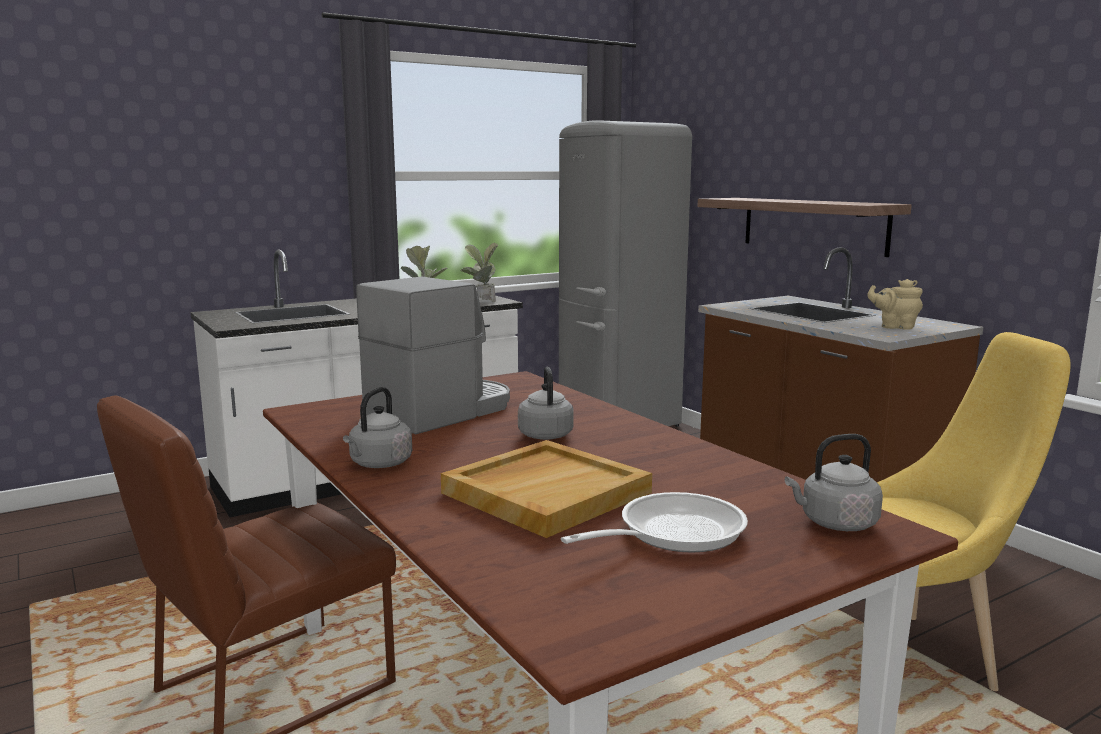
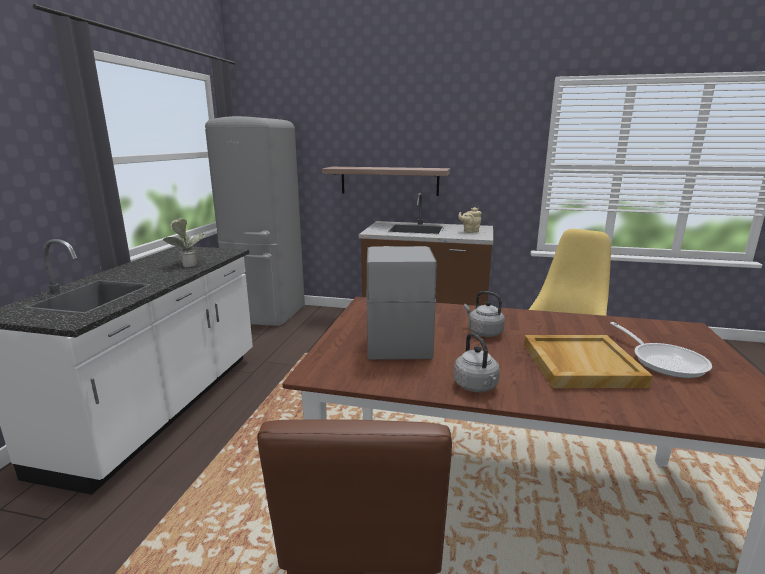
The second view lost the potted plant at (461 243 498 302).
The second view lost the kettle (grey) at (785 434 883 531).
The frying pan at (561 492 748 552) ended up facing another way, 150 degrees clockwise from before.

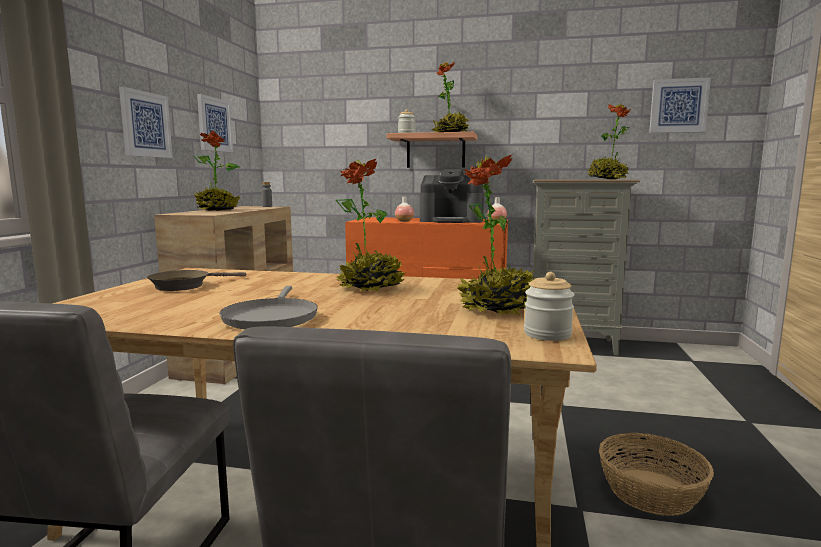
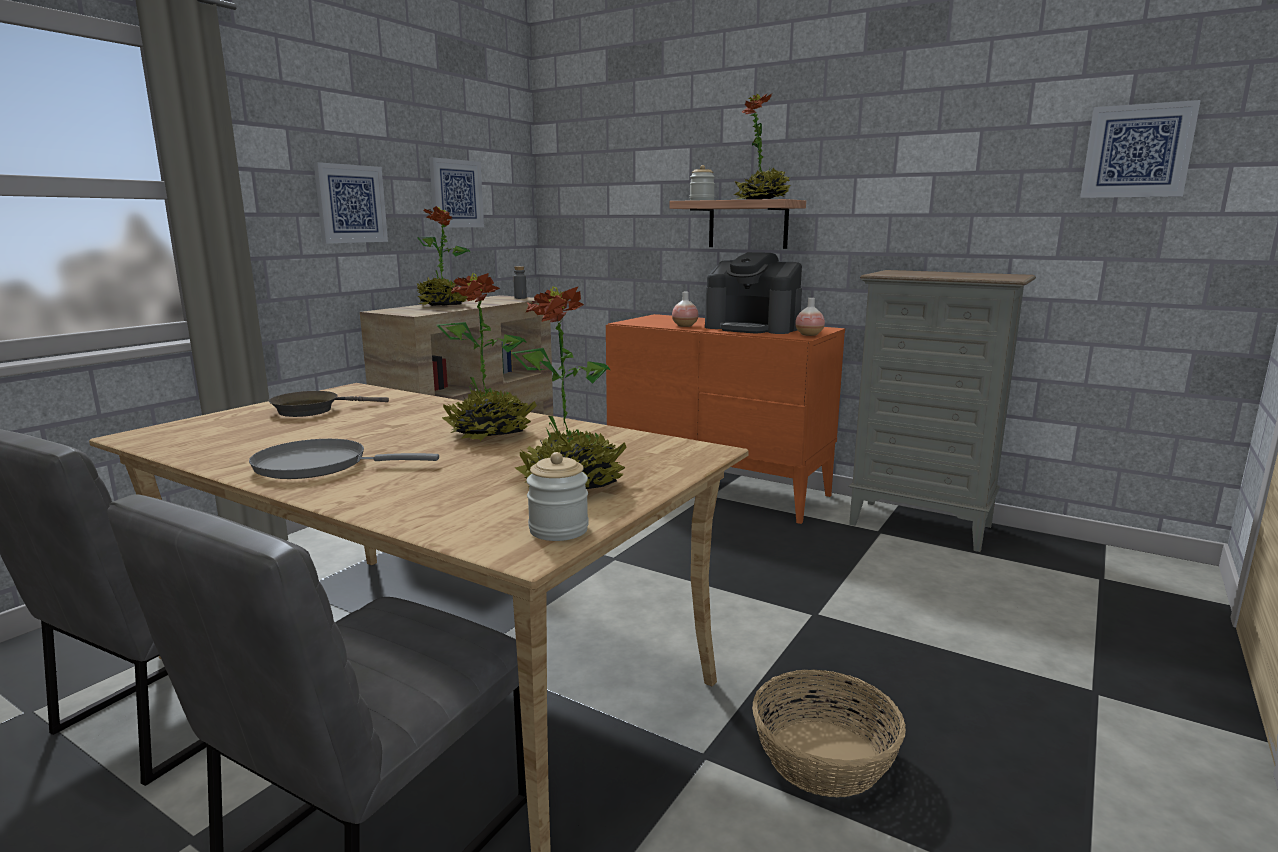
The second view lost the potted plant at (588 103 631 179).
The frying pan (grey) at (219 286 318 329) ended up facing another way, 75 degrees clockwise from before.

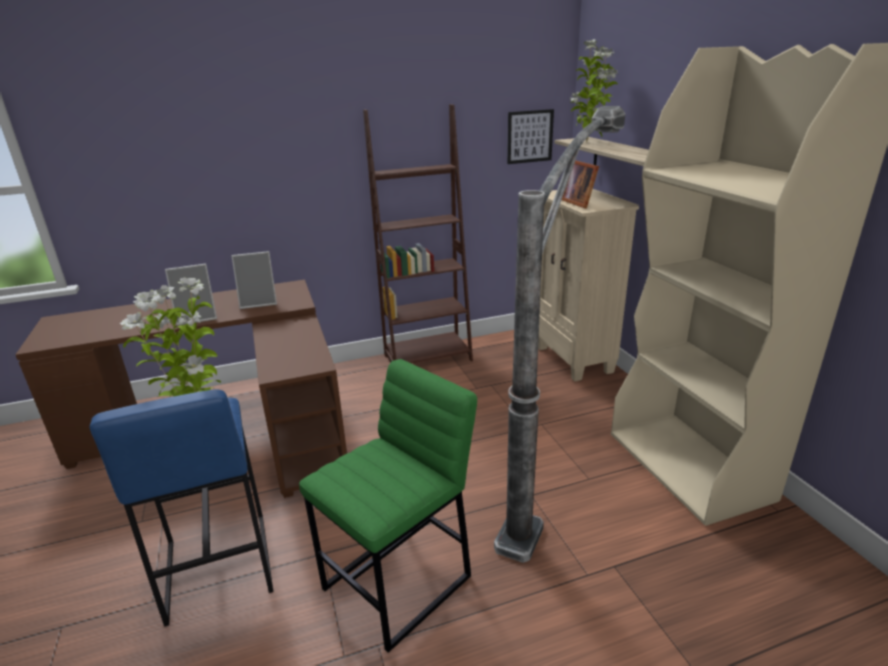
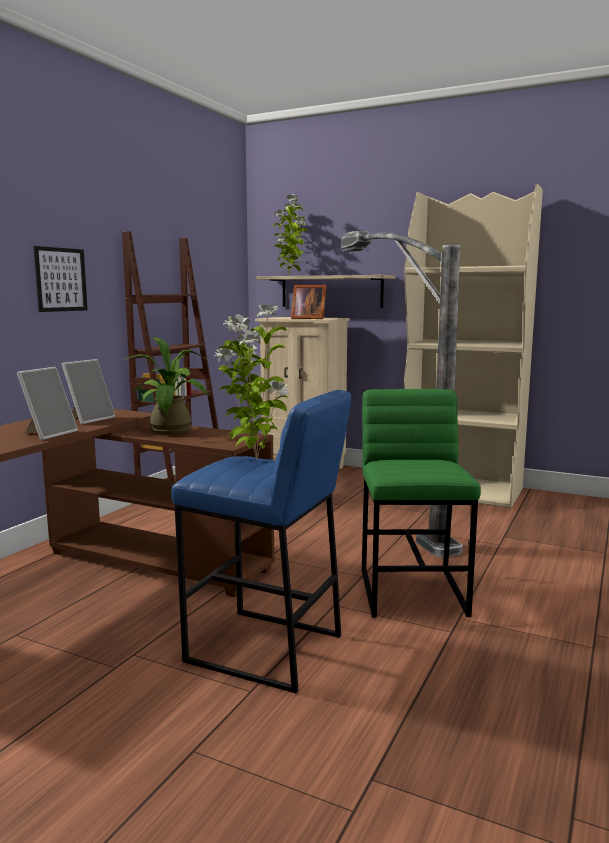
The second view gained the potted plant at (123 337 207 435).
The picture ended up elsewhere, having gone from (507 109 554 164) to (33 246 88 312).

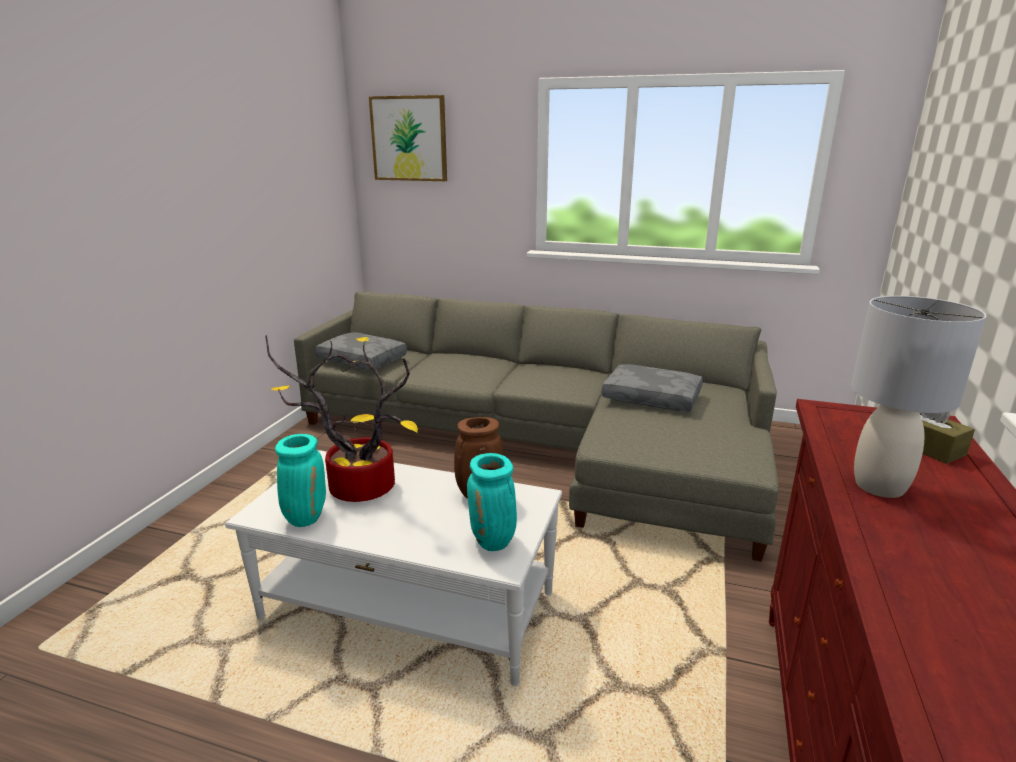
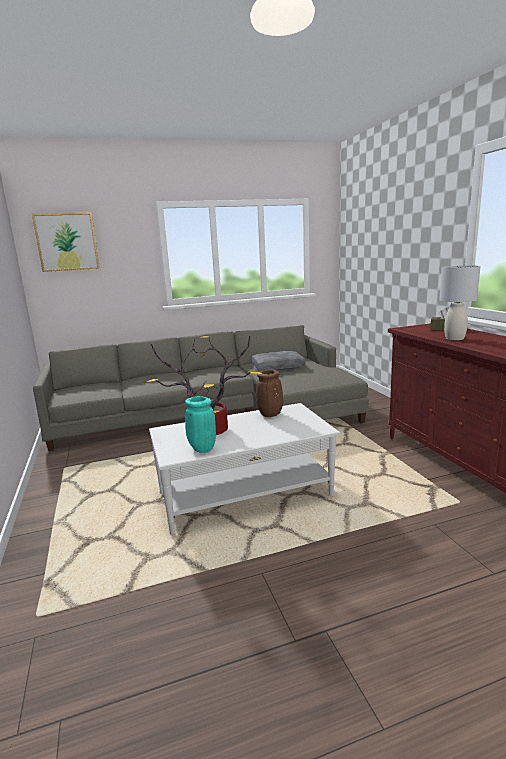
The second view lost the pillow (grey) at (315 332 407 370).
The second view lost the vase (turquoise) at (467 453 517 551).

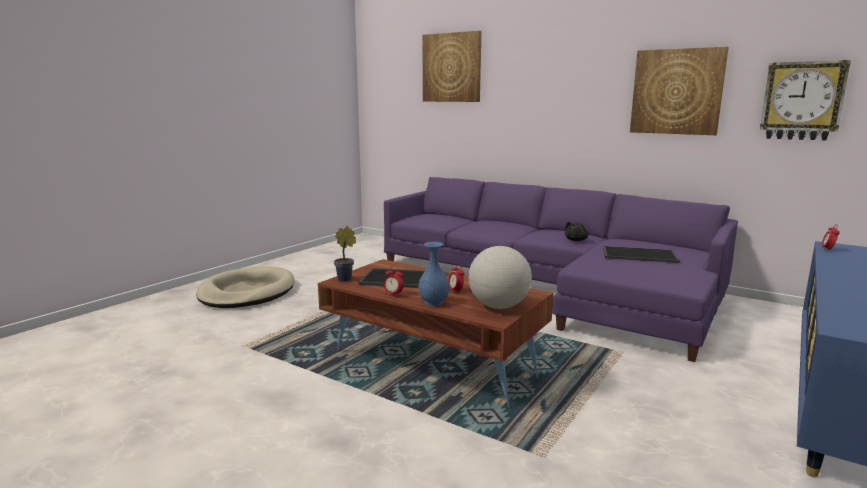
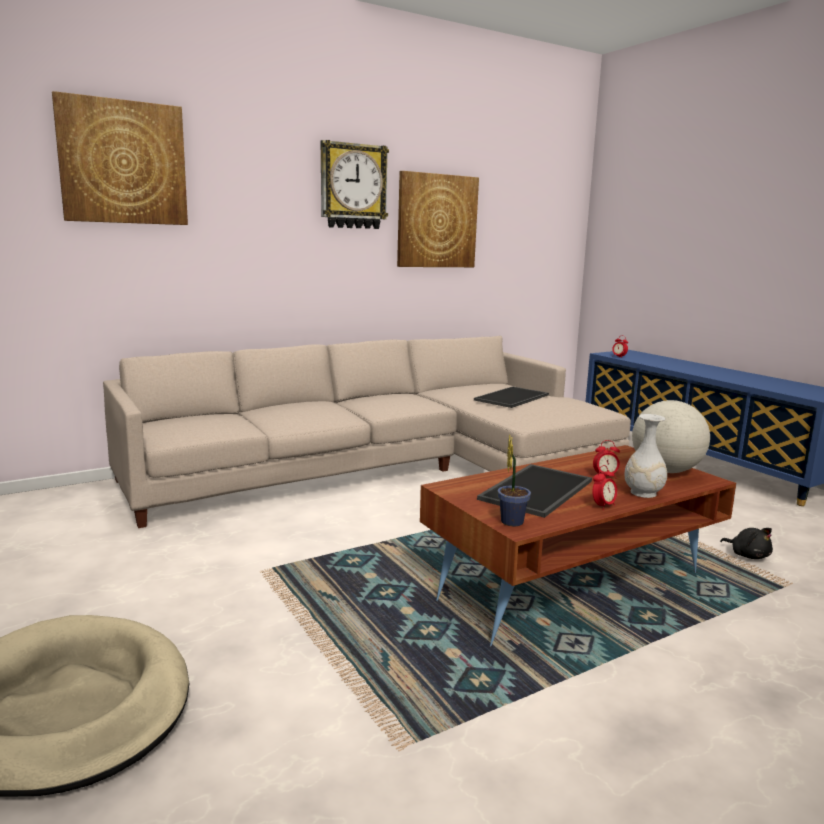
The plush toy (black) ended up elsewhere, having gone from (565 221 589 241) to (720 528 773 559).
The wall clock ended up elsewhere, having gone from (760 60 851 141) to (321 140 389 229).
What was the sofa (purple) at (384 177 738 362) turned into the sofa (beige) at (103 336 631 528).
What was the vase (blue) at (418 242 449 306) turned into the vase (white) at (624 414 667 498).

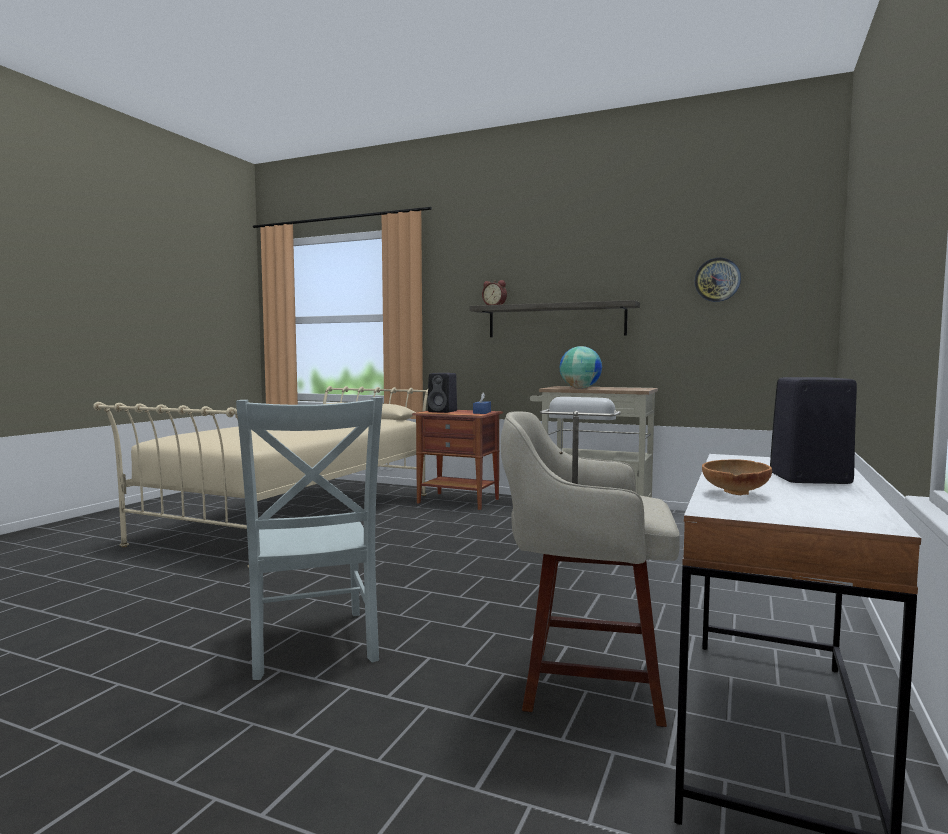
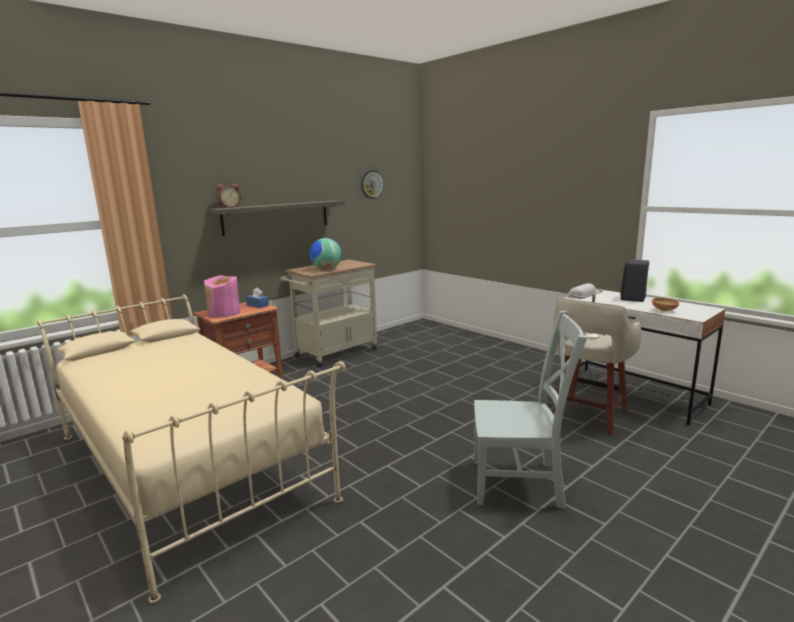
Where the speaker (black) stood at (428 373 457 413), the vase (pink) came to stand at (204 275 240 318).

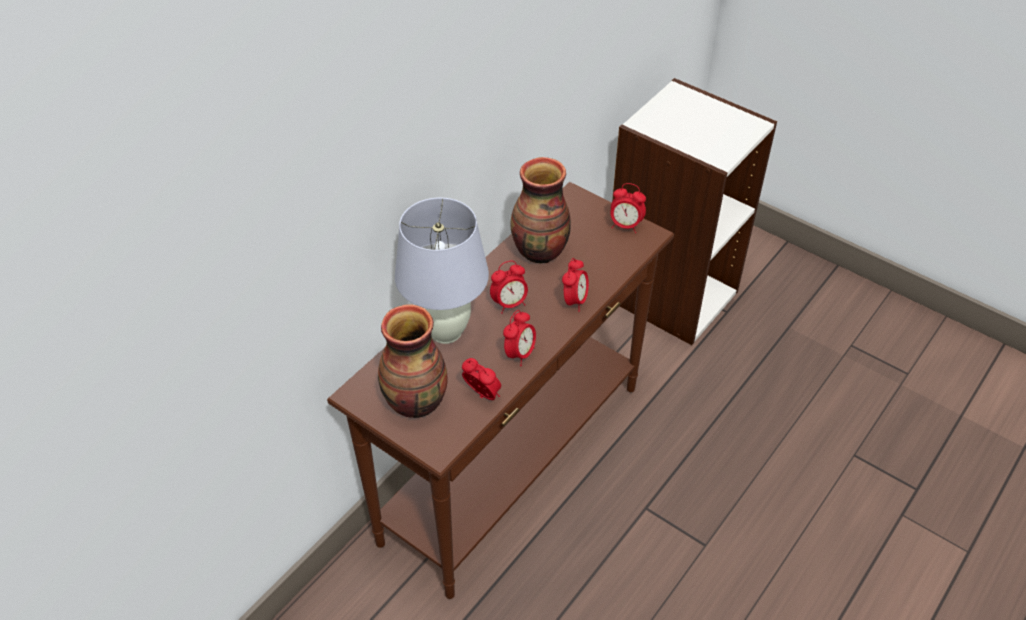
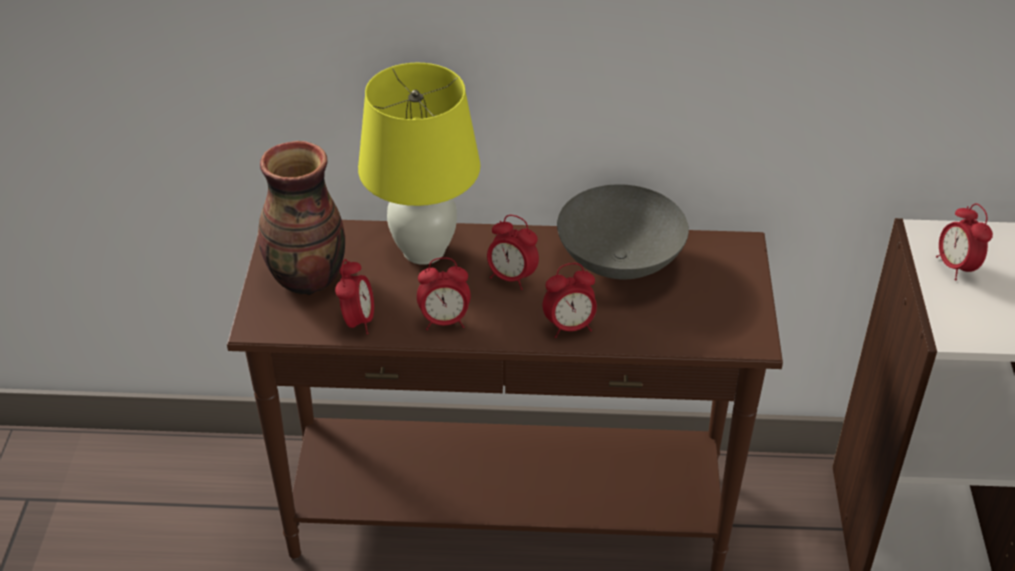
The alarm clock ended up elsewhere, having gone from (610 183 646 233) to (936 203 993 281).
Where the vase stood at (510 157 571 263), the bowl (grey) came to stand at (557 184 689 279).
What was the table lamp (white) at (395 198 489 344) turned into the table lamp (yellow) at (358 63 480 265).

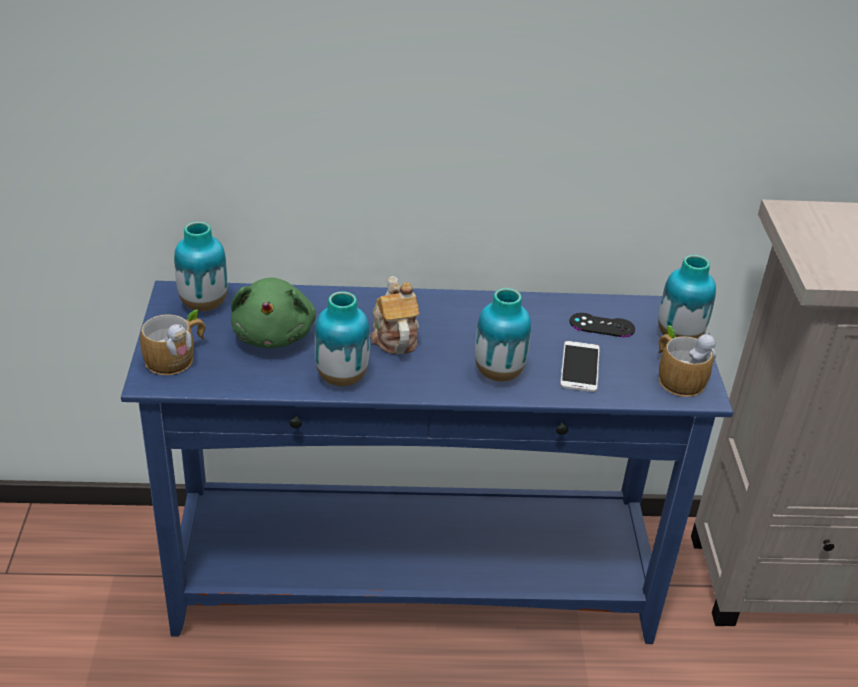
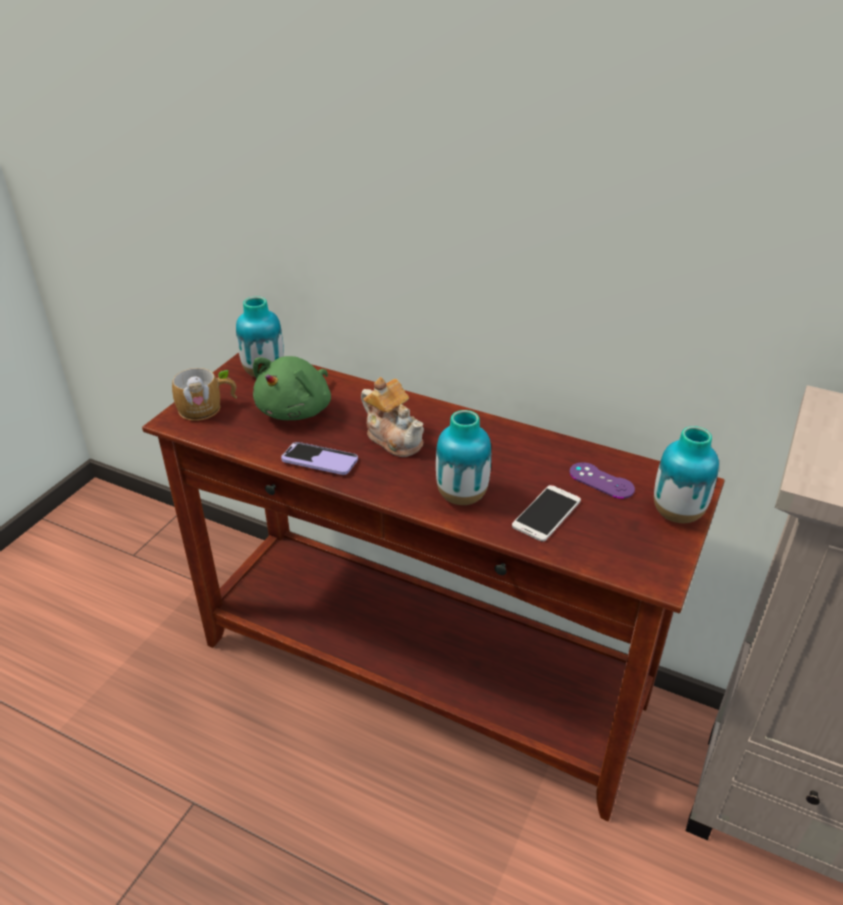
The second view lost the mug at (658 325 716 397).
Where the vase stood at (315 291 370 386), the phone came to stand at (281 442 358 475).
What was the console table (blue) at (121 281 733 644) turned into the console table (brown) at (142 352 725 821).
What was the game controller (black) at (569 313 635 337) turned into the game controller (purple) at (569 462 635 499).
The teapot at (371 276 419 354) ended up facing another way, 120 degrees clockwise from before.

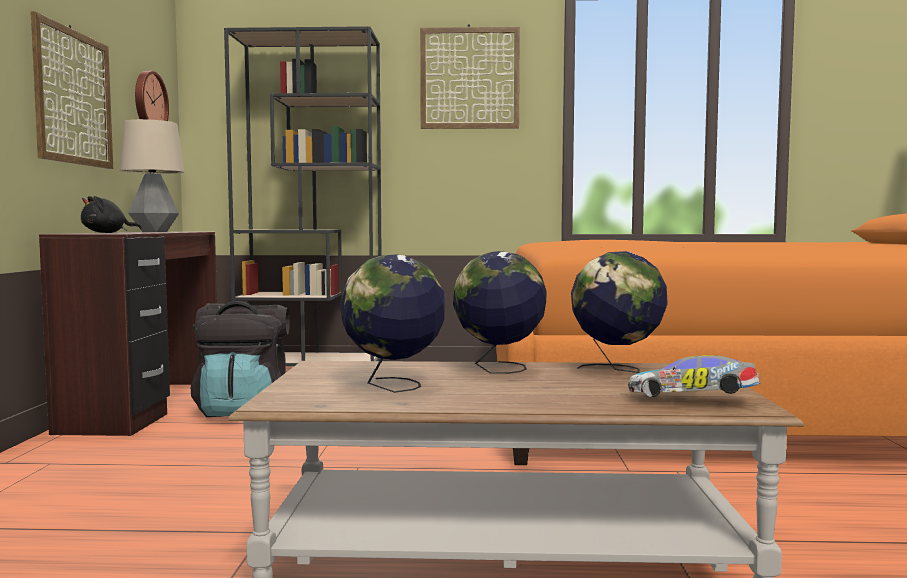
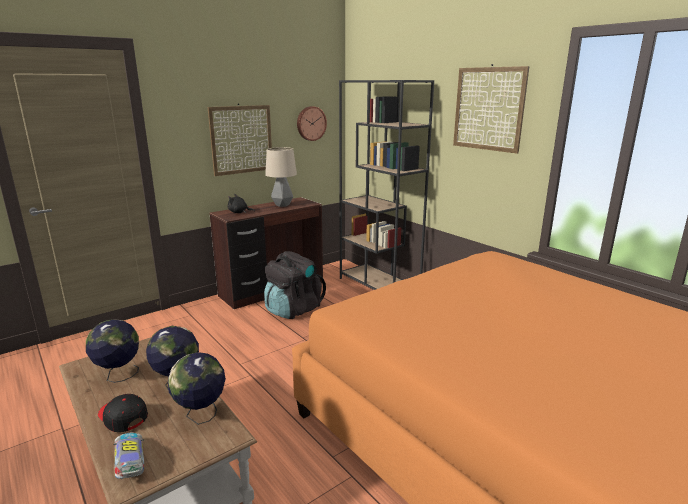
The second view gained the cap (black) at (98 394 148 432).

